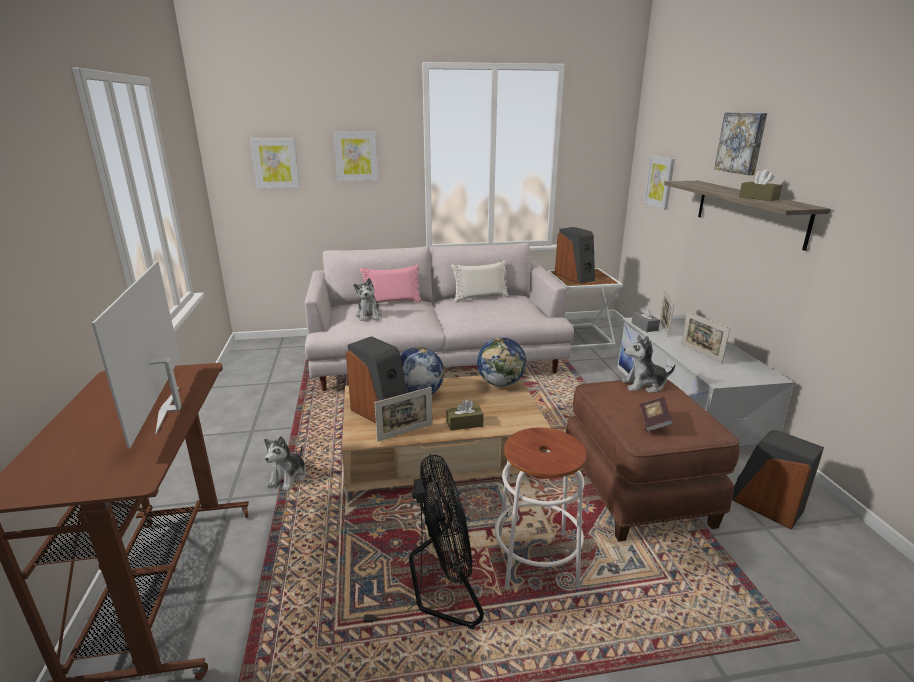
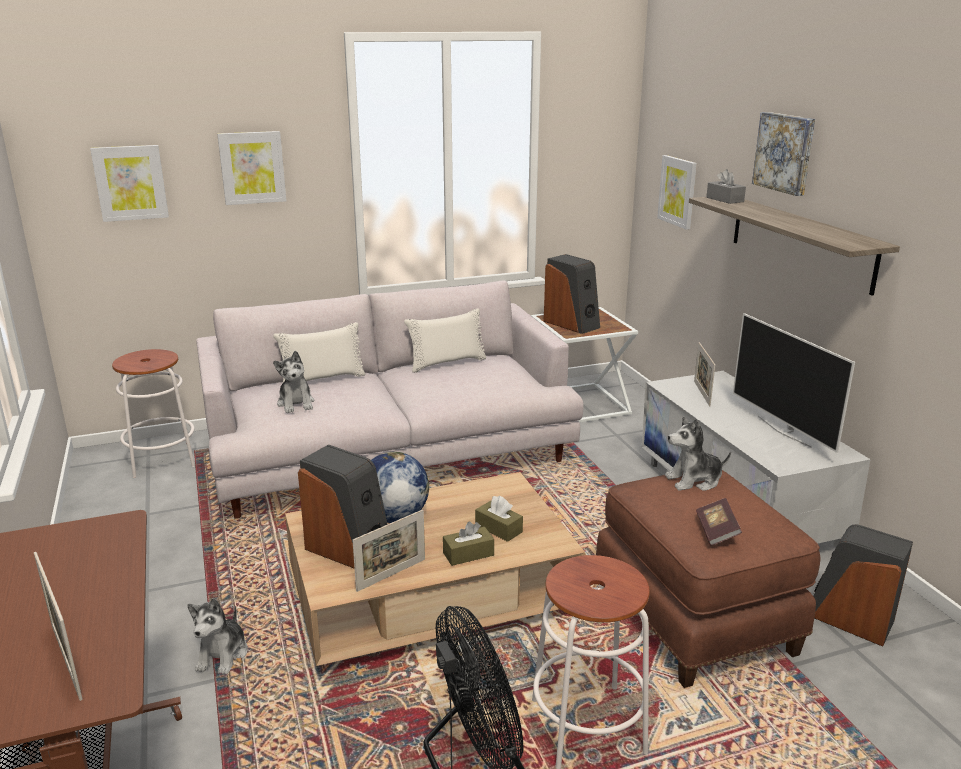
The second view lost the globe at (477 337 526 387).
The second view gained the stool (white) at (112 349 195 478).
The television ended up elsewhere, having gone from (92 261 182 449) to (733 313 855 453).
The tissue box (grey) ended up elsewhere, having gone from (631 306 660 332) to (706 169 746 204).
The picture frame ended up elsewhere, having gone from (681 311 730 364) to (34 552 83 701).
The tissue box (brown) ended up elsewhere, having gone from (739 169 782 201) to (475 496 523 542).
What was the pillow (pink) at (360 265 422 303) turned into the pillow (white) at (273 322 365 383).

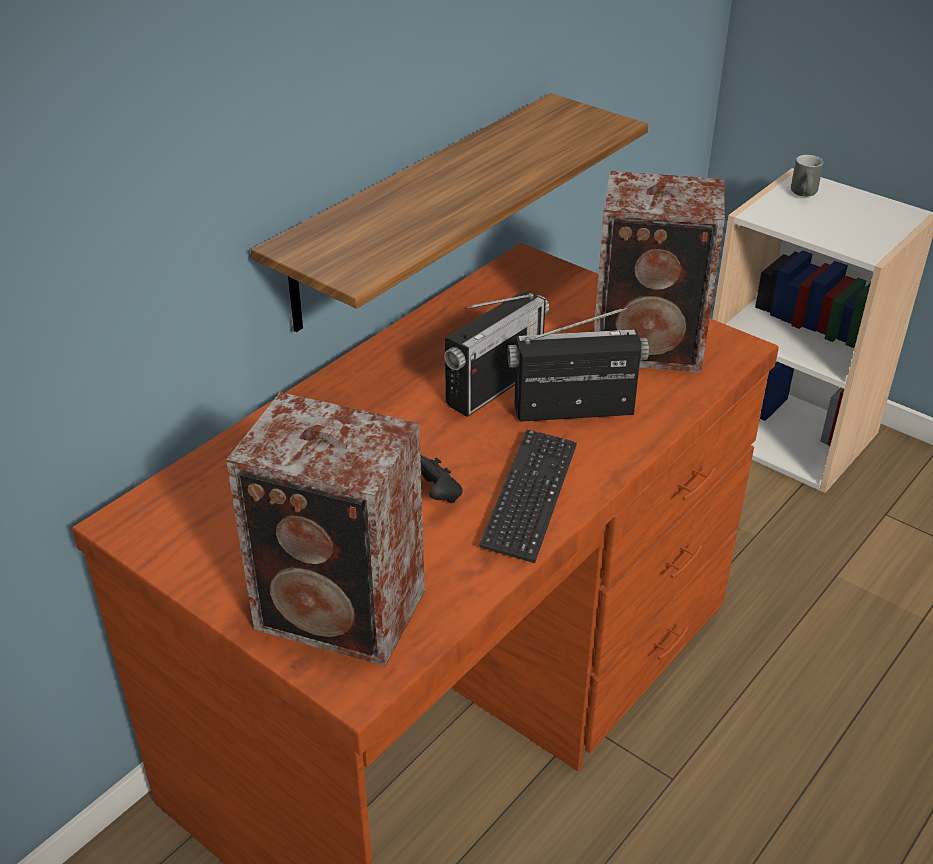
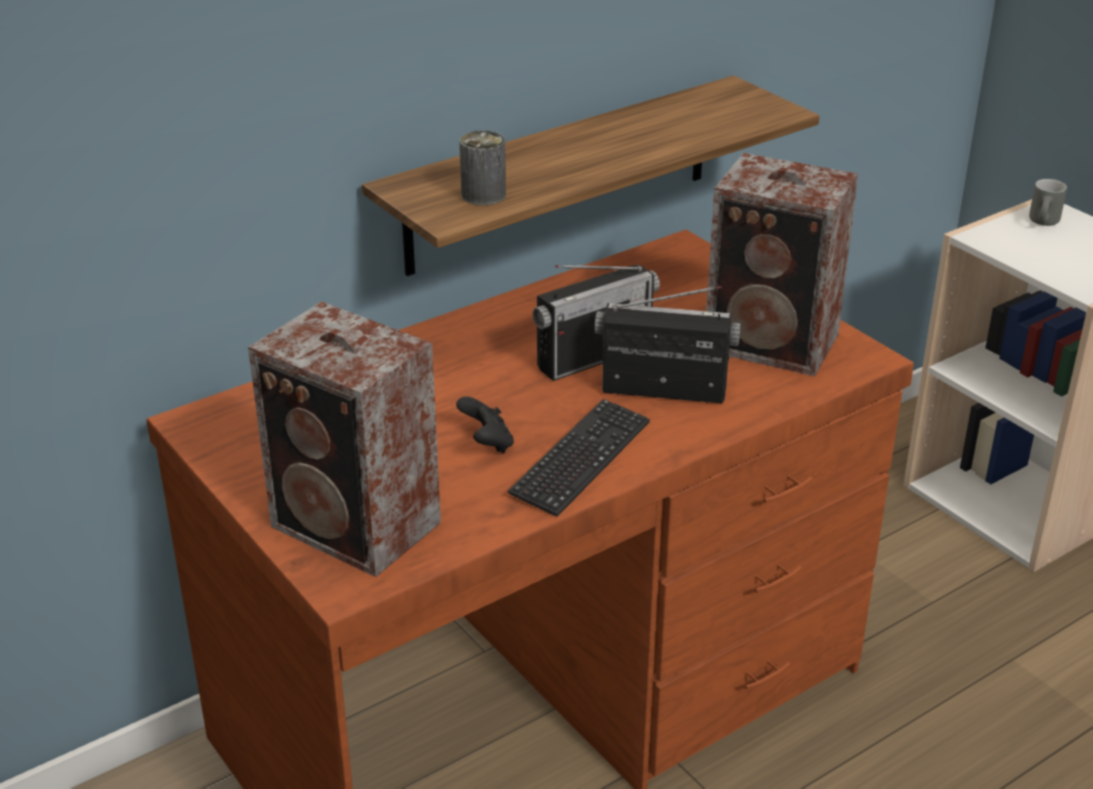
The second view gained the can at (459 130 506 205).

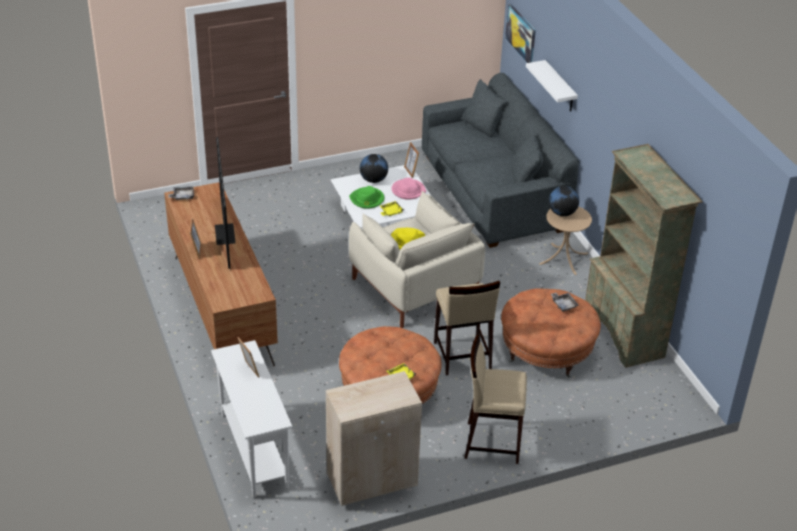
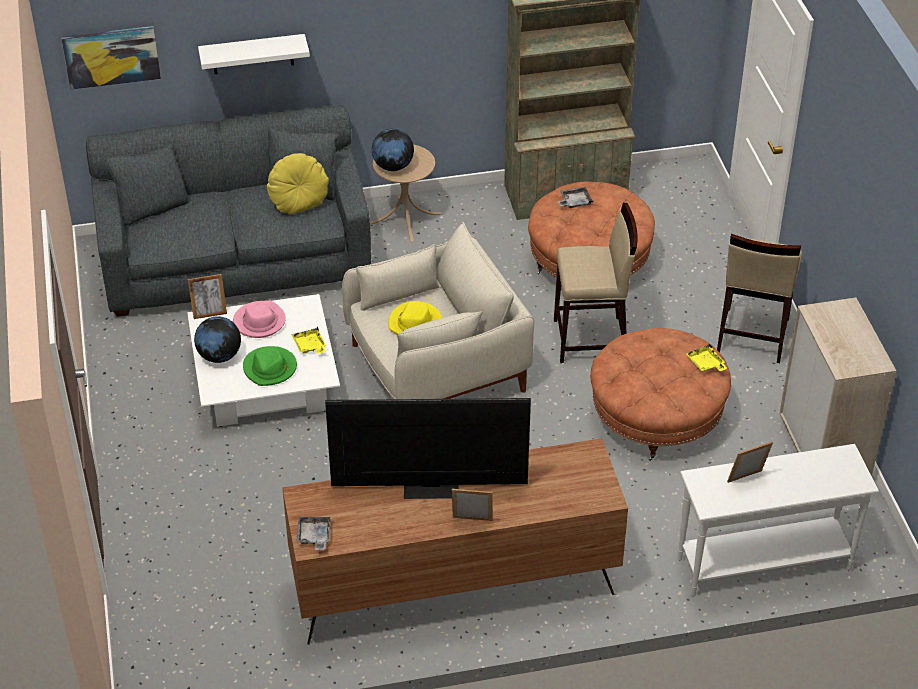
The second view gained the pillow (yellow) at (267 153 329 214).

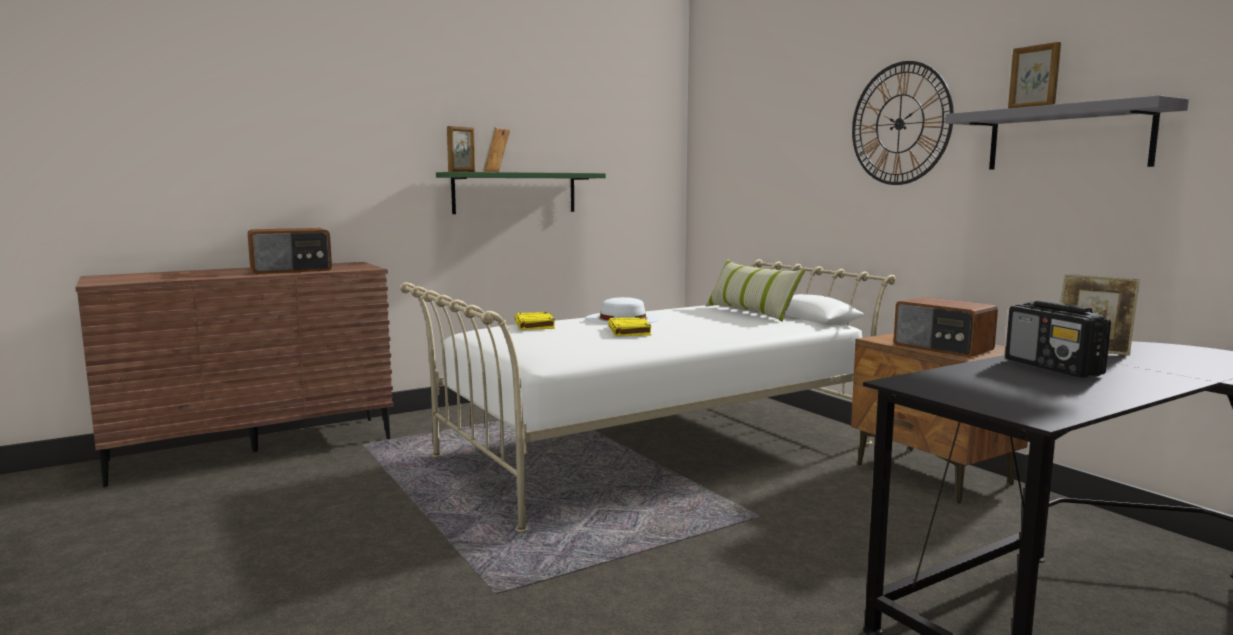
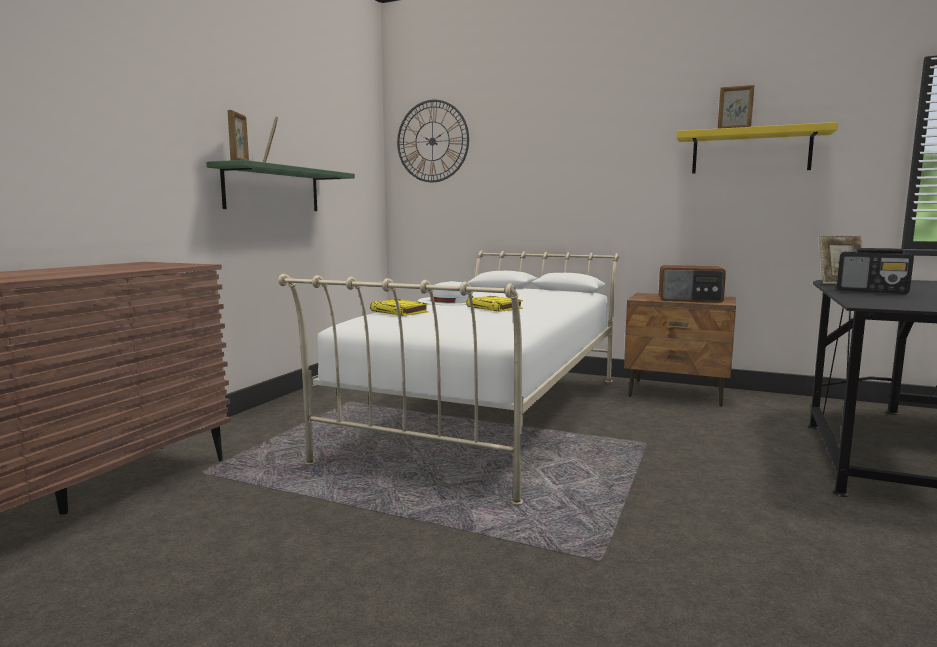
The second view lost the radio at (248 228 332 274).
The second view lost the pillow at (706 259 805 322).
The wall clock ended up elsewhere, having gone from (852 61 954 185) to (397 99 469 182).
What was the shelf (grey) at (945 95 1189 170) turned into the shelf (yellow) at (676 122 838 174).

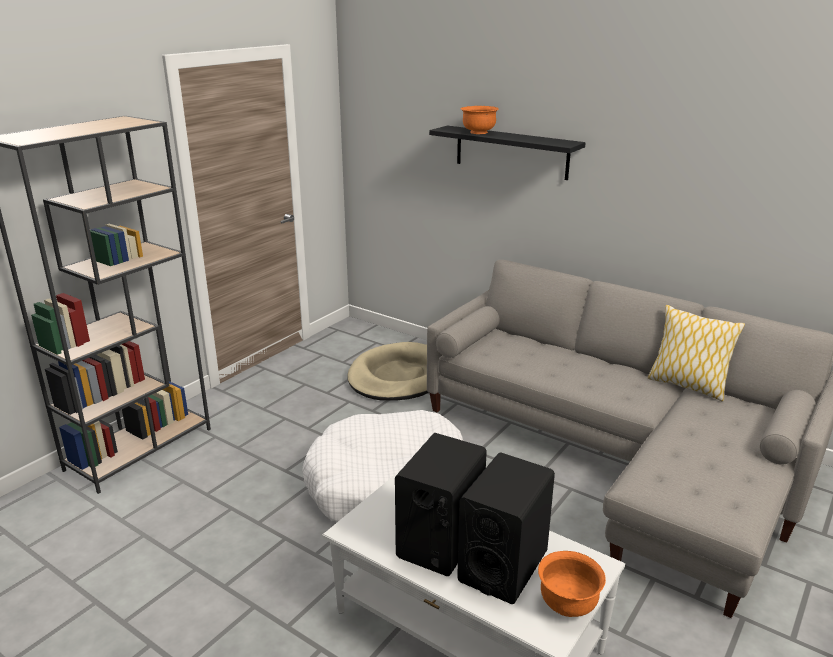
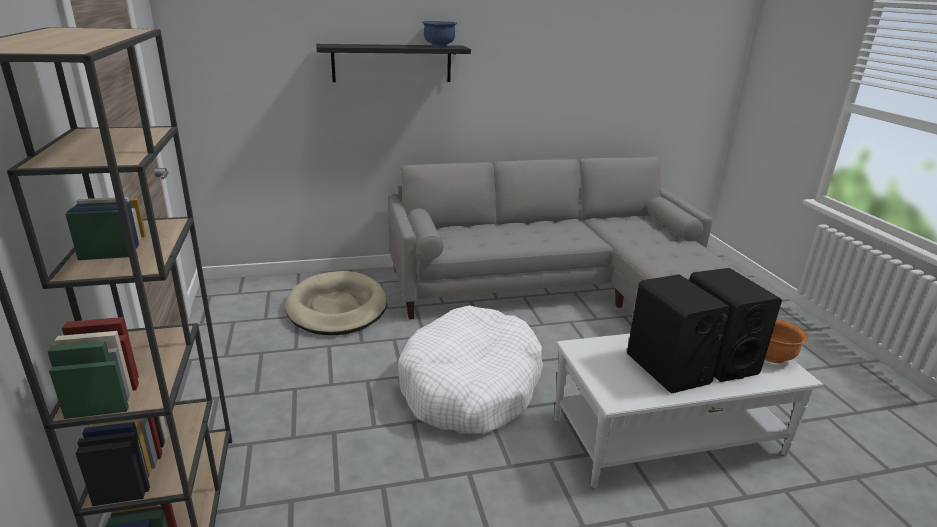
The second view lost the bowl (orange) at (461 106 499 134).
The second view lost the pillow at (648 305 745 402).
The second view gained the bowl (blue) at (422 21 458 47).

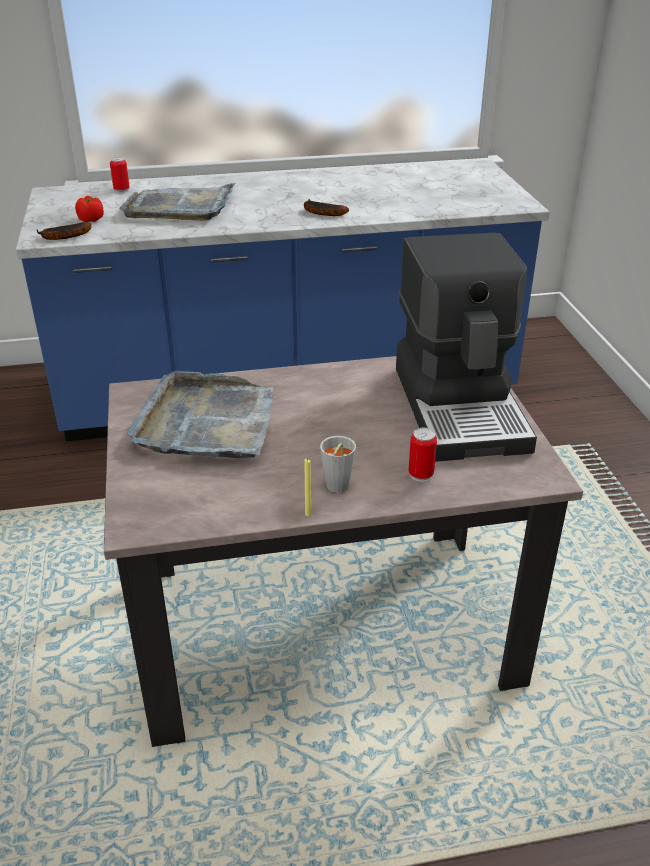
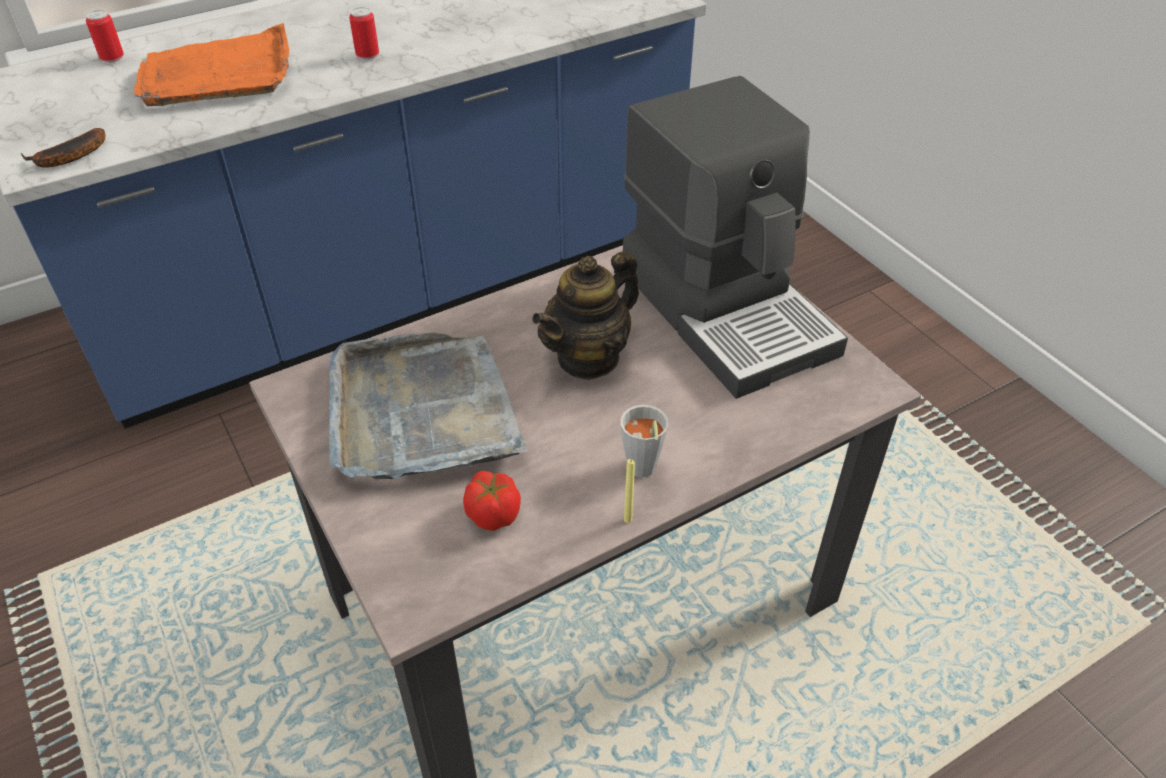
The second view lost the banana at (304 199 349 216).
The second view gained the teapot at (532 251 639 380).
The tomato ended up elsewhere, having gone from (75 196 104 222) to (463 470 521 531).
The can ended up elsewhere, having gone from (408 428 437 482) to (349 7 379 61).
What was the tray (grey) at (119 183 235 221) turned into the tray (orange) at (134 23 289 106).

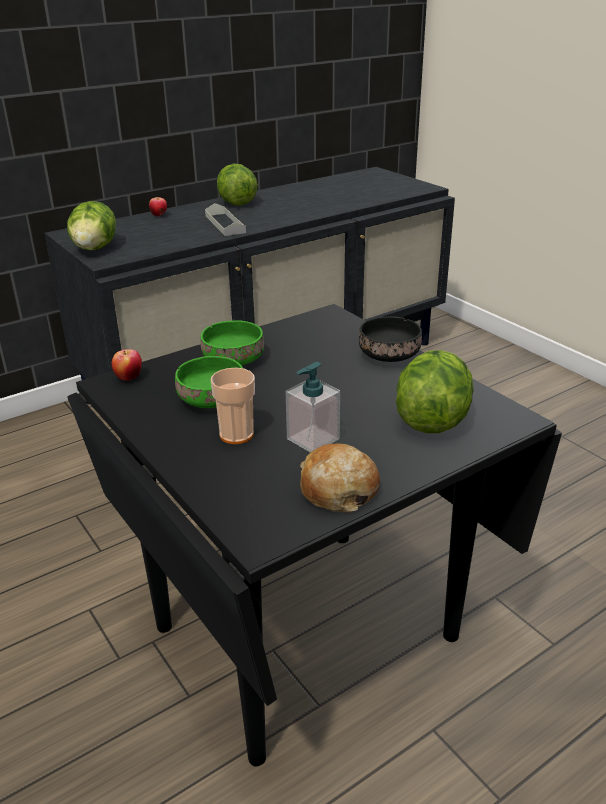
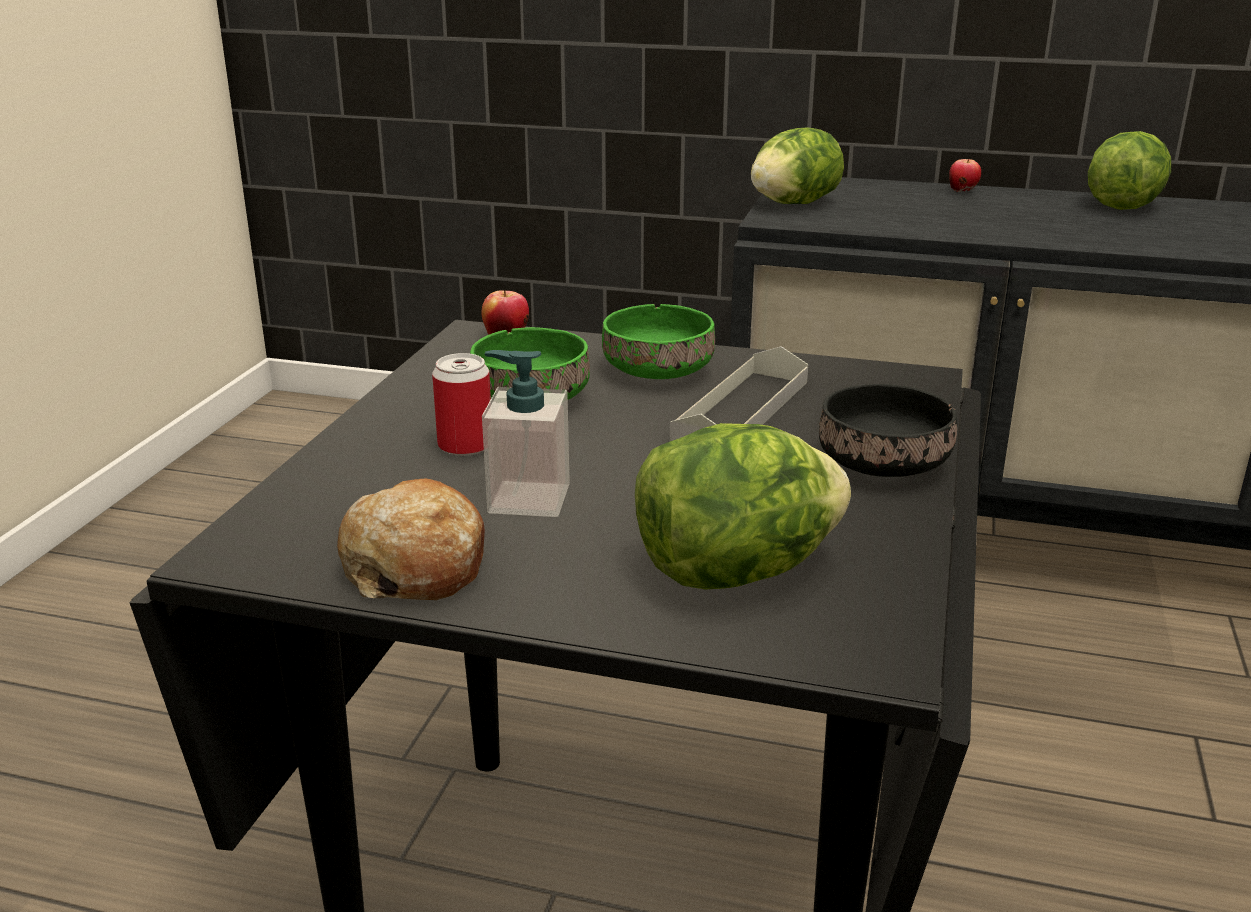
The tray (grey) ended up elsewhere, having gone from (205 203 246 236) to (670 346 808 441).
Where the cup stood at (211 368 255 444), the can came to stand at (432 353 491 456).

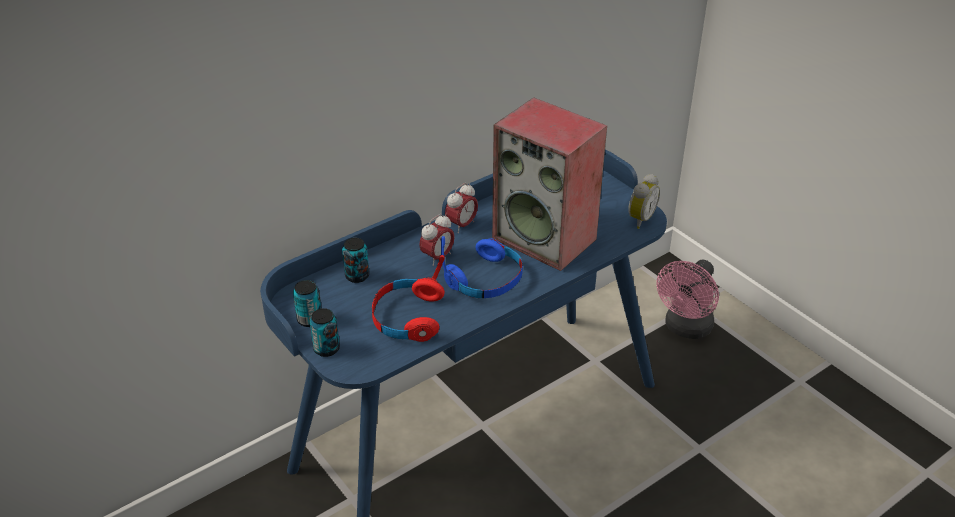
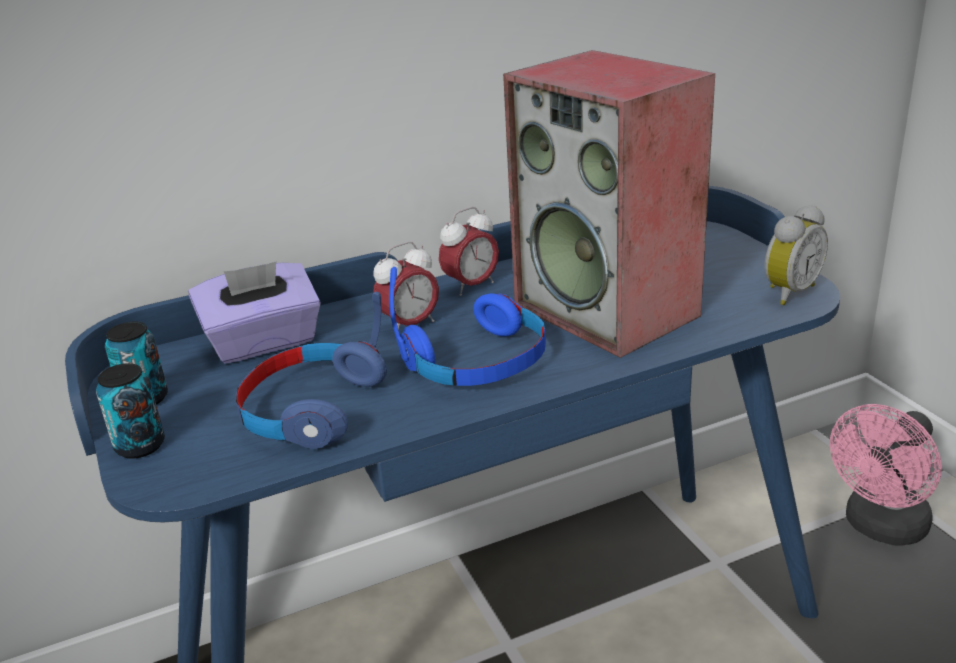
Where the can stood at (342 238 369 283), the tissue box (purple) came to stand at (188 261 321 364).
What was the headphones (red) at (372 255 445 342) turned into the headphones (blue) at (236 292 387 449).

